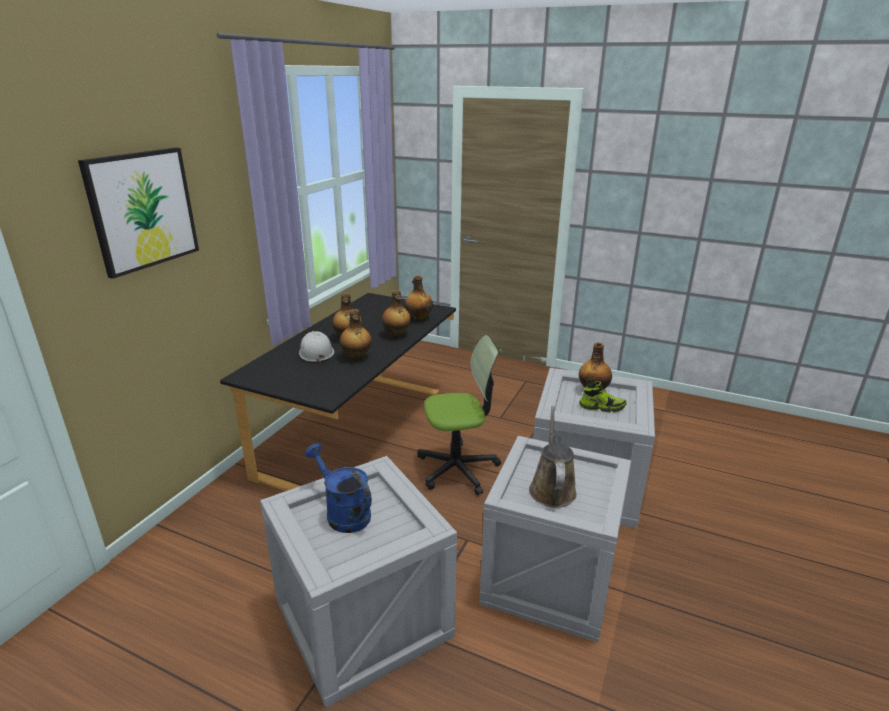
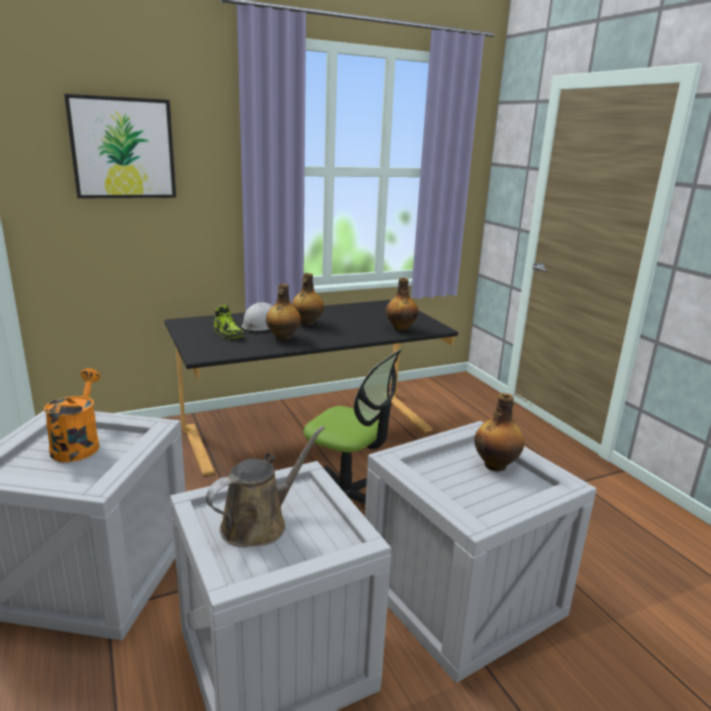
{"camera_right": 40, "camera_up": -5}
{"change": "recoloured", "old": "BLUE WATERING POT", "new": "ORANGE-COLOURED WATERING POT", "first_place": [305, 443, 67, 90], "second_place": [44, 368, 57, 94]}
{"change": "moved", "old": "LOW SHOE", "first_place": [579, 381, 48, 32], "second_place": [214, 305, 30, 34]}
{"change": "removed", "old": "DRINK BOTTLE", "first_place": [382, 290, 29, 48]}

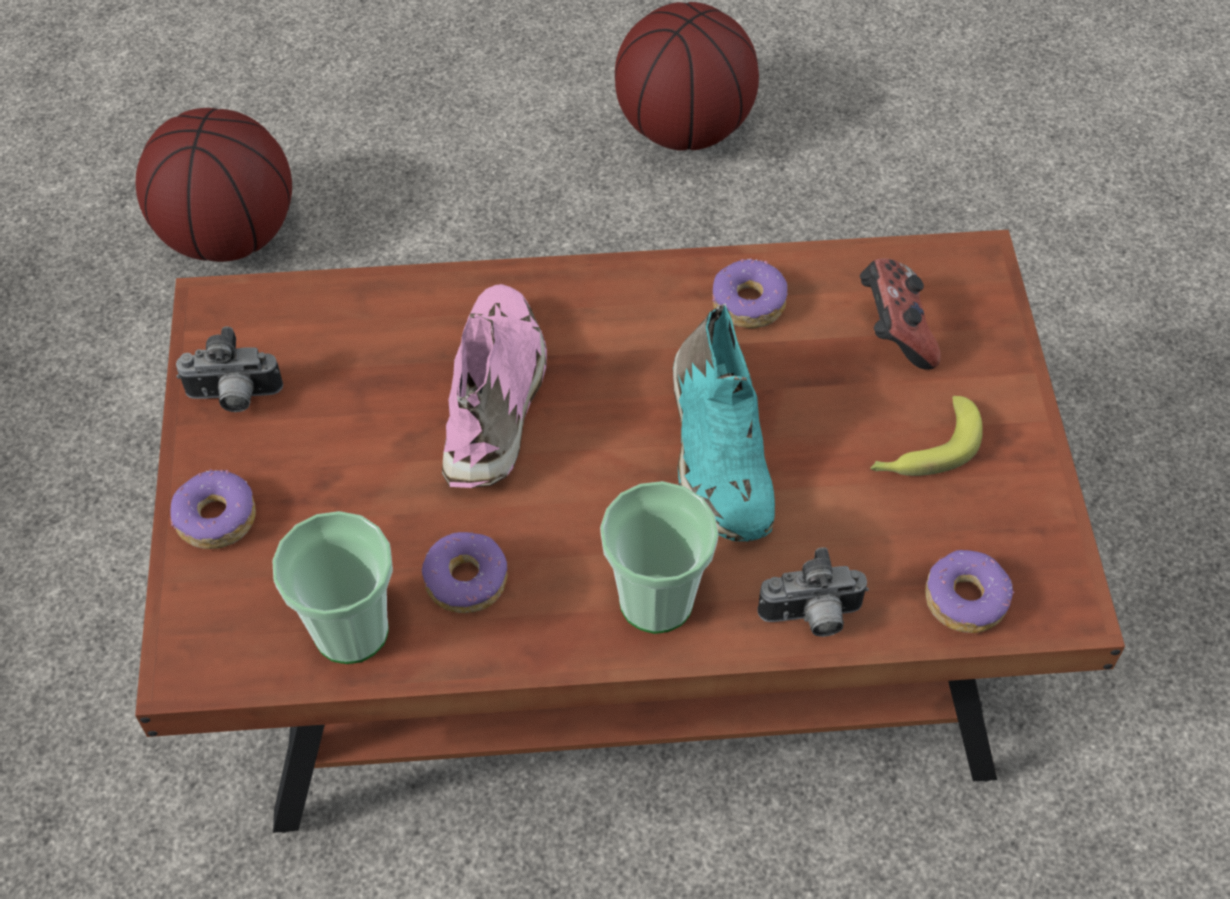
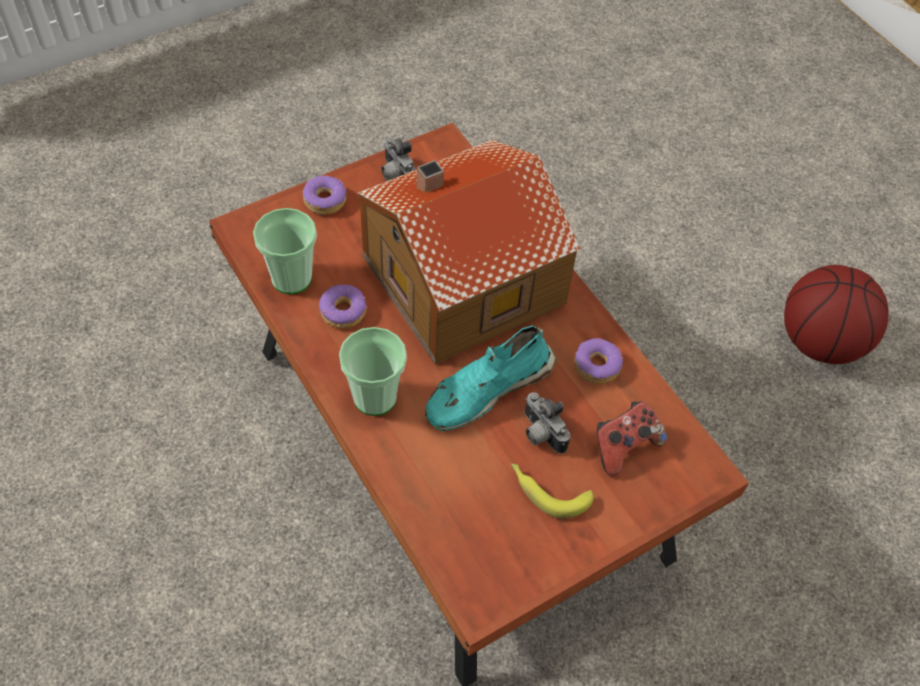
{"camera_right": 60, "camera_up": 0}
{"change": "replaced", "old": "PINK-COLOURED LOW SHOE", "new": "MINIATURE HOUSE", "first_place": [442, 284, 105, 204], "second_place": [358, 140, 222, 224]}
{"change": "moved", "old": "STILL CAMERA", "first_place": [757, 547, 112, 90], "second_place": [525, 392, 45, 62]}
{"change": "removed", "old": "BASKETBALL", "first_place": [136, 108, 156, 154]}
{"change": "removed", "old": "DONUT", "first_place": [925, 550, 90, 83]}

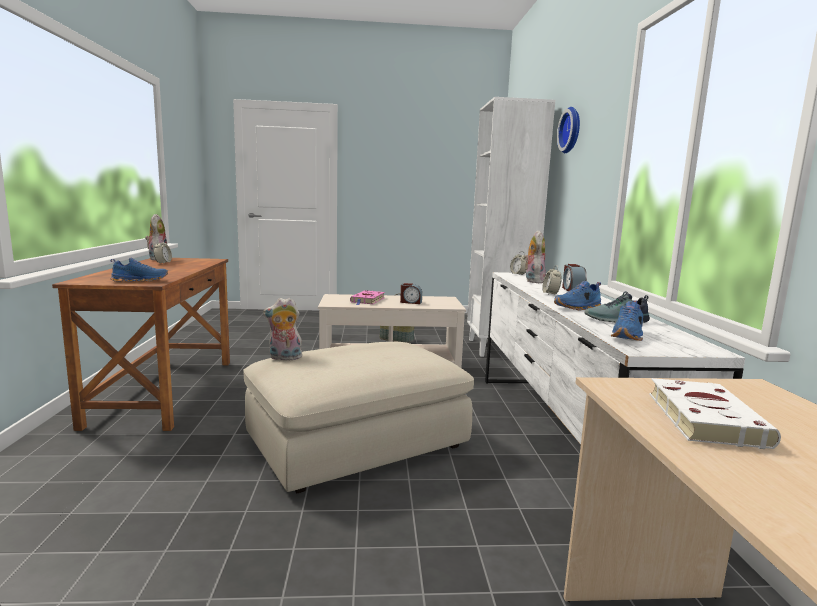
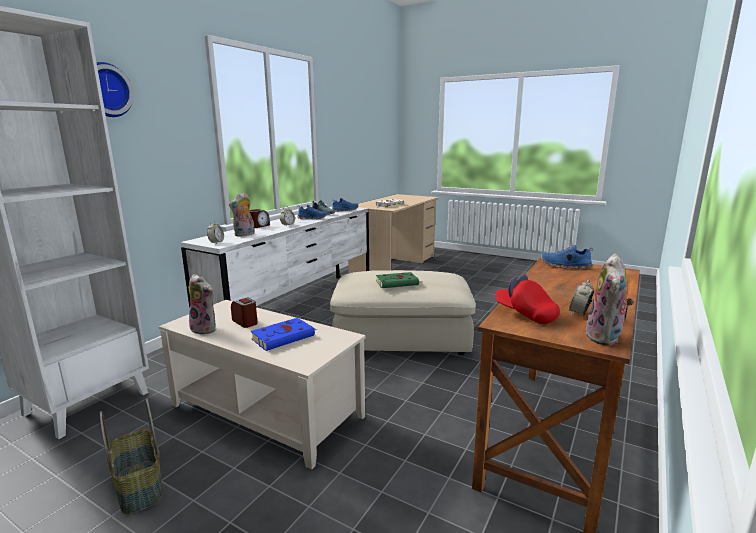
{"camera_right": -145, "camera_up": 5}
{"change": "moved", "old": "SOFT TOY", "first_place": [263, 298, 39, 62], "second_place": [189, 274, 27, 61]}
{"change": "recoloured", "old": "PINK-COLOURED VOLUME", "new": "BLUE VOLUME", "first_place": [350, 290, 35, 15], "second_place": [251, 318, 67, 33]}
{"change": "added", "new": "GREENISH VOLUME", "second_place": [376, 272, 46, 16]}
{"change": "added", "new": "REDDISH BASEBALL CAP", "second_place": [495, 274, 65, 50]}

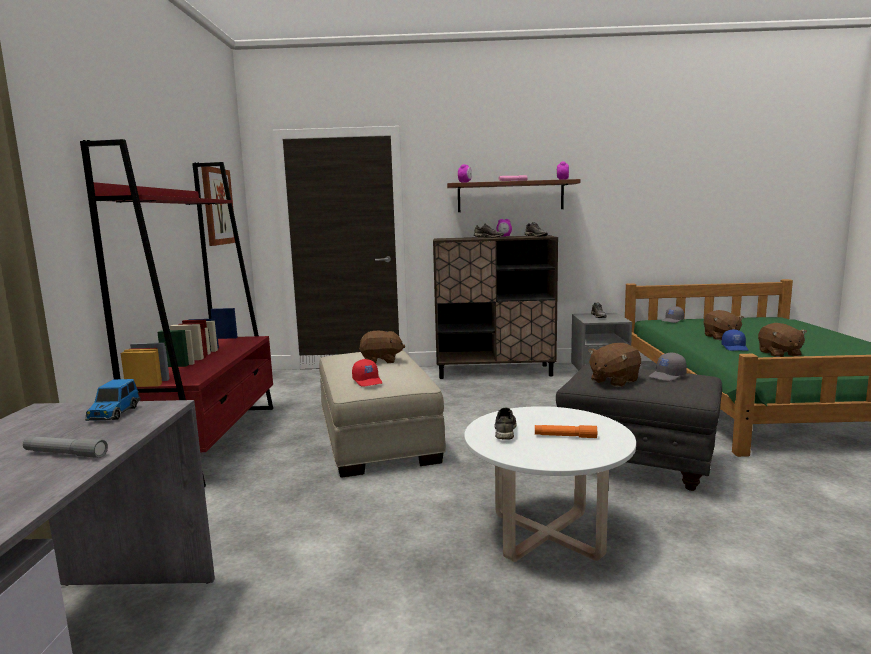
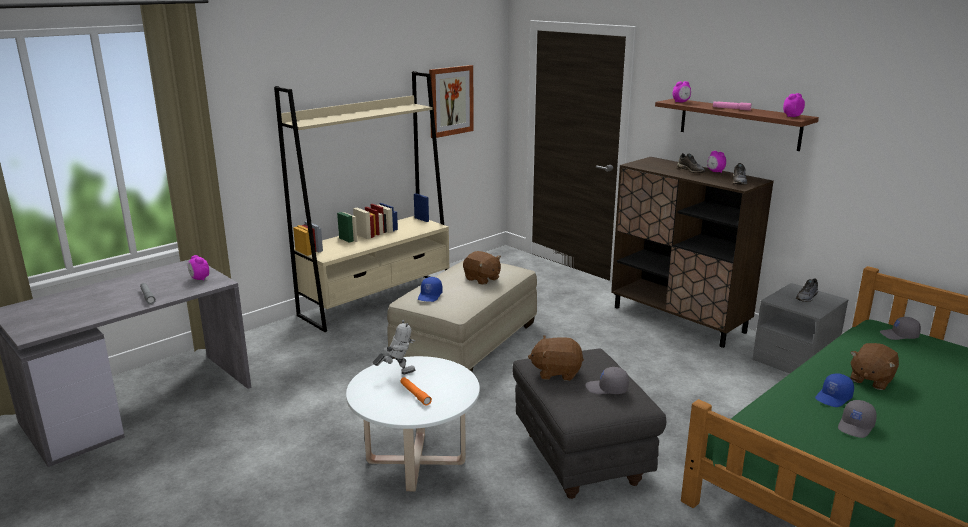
{"camera_right": 45, "camera_up": 10}
{"change": "replaced", "old": "MINIATURE CAR", "new": "TABLE CLOCK", "first_place": [85, 379, 56, 42], "second_place": [188, 255, 21, 26]}
{"change": "recoloured", "old": "REDDISH BOOKCASE", "new": "BEIGE BOOKCASE", "first_place": [80, 139, 193, 349], "second_place": [274, 71, 176, 261]}
{"change": "replaced", "old": "GRAY LOW SHOE", "new": "ROBOT FIGURE", "first_place": [494, 408, 23, 32], "second_place": [373, 320, 42, 54]}
{"change": "recoloured", "old": "REDDISH BASEBALL CAP", "new": "BLUE BASEBALL CAP", "first_place": [352, 359, 30, 28], "second_place": [418, 277, 25, 25]}
{"change": "replaced", "old": "BROWN-COLOURED SOFT TOY", "new": "GRAY BASEBALL CAP", "first_place": [758, 323, 49, 34], "second_place": [838, 400, 39, 38]}

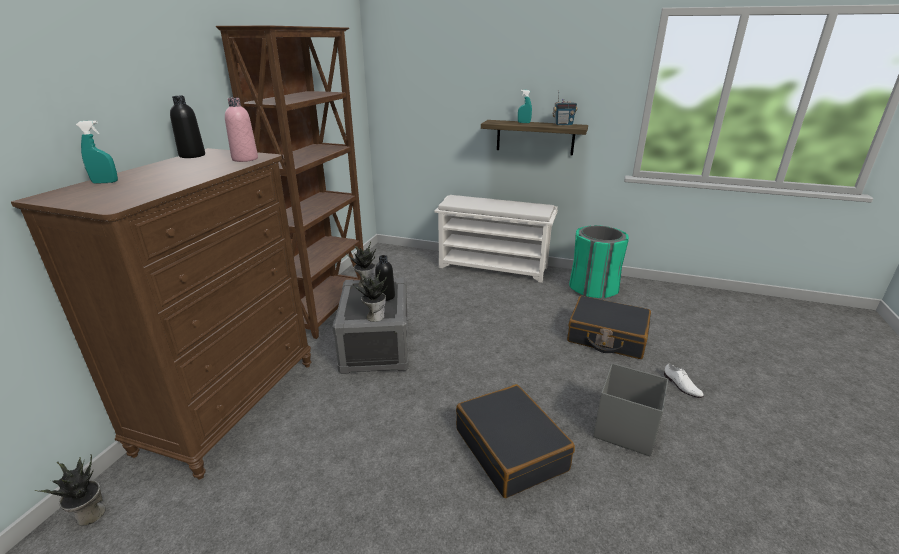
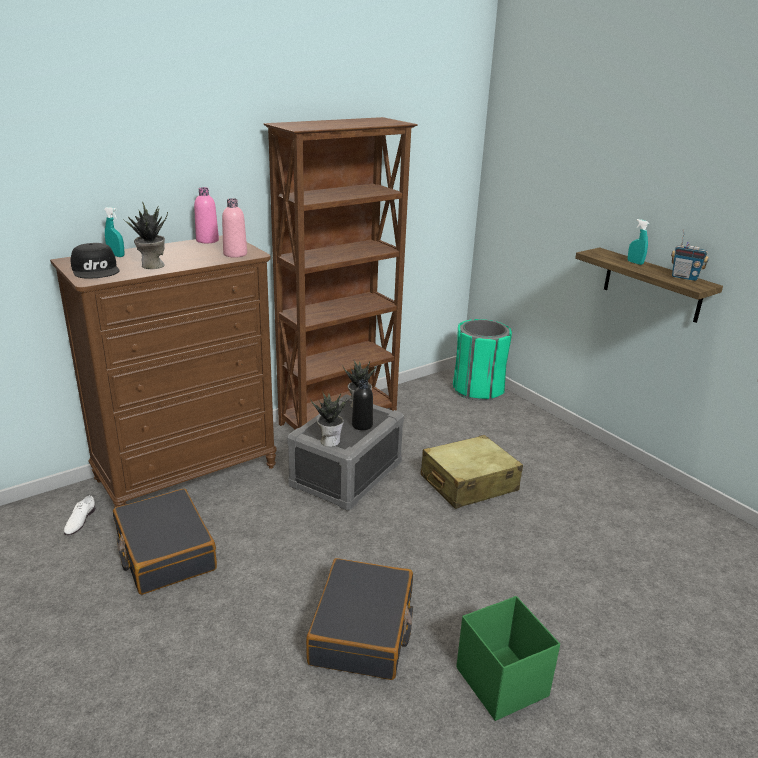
{"camera_right": 35, "camera_up": 0}
{"change": "moved", "old": "WHITISH LOW SHOE", "first_place": [664, 363, 40, 35], "second_place": [64, 495, 32, 40]}
{"change": "added", "new": "BLACK BASEBALL CAP", "second_place": [70, 243, 49, 36]}
{"change": "moved", "old": "BLACK TRAVEL CASE", "first_place": [567, 296, 84, 63], "second_place": [113, 489, 104, 106]}
{"change": "moved", "old": "PLANT IN A POT", "first_place": [34, 454, 72, 72], "second_place": [122, 202, 46, 67]}
{"change": "recoloured", "old": "BLACK DRINK BOTTLE", "new": "PINK-COLOURED DRINK BOTTLE", "first_place": [170, 96, 35, 62], "second_place": [194, 187, 25, 56]}
{"change": "added", "new": "BEIGE TRAVEL CASE", "second_place": [420, 435, 103, 74]}
{"change": "moved", "old": "GREENISH RUBBISH BIN", "first_place": [569, 225, 60, 75], "second_place": [453, 319, 59, 82]}
{"change": "recoloured", "old": "GRAY STORAGE BIN", "new": "GREENISH STORAGE BIN", "first_place": [593, 363, 75, 94], "second_place": [456, 596, 104, 125]}
{"change": "removed", "old": "WHITISH SHOE RACK", "first_place": [434, 195, 124, 88]}

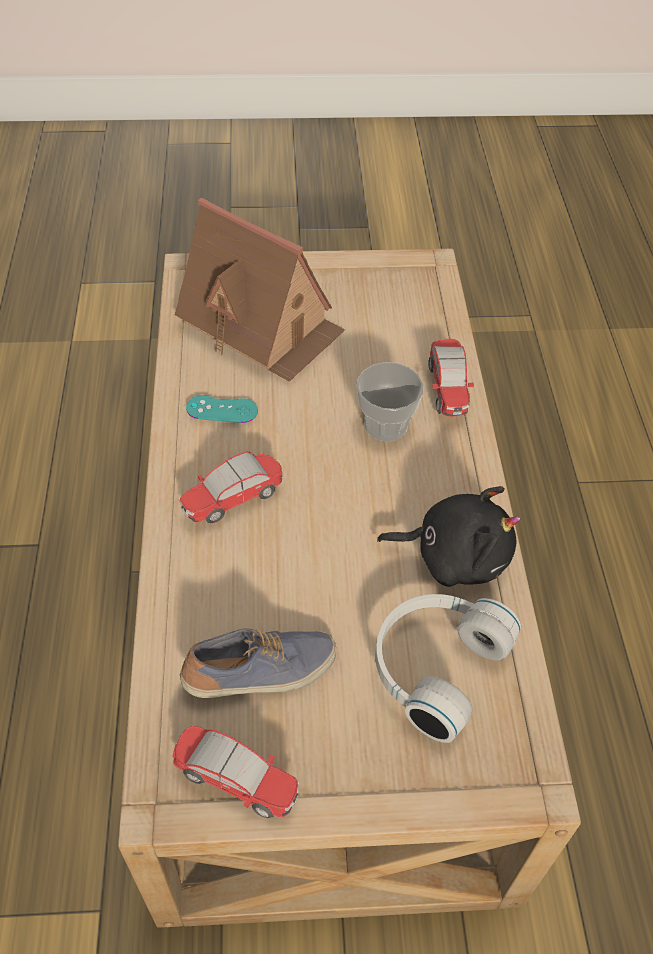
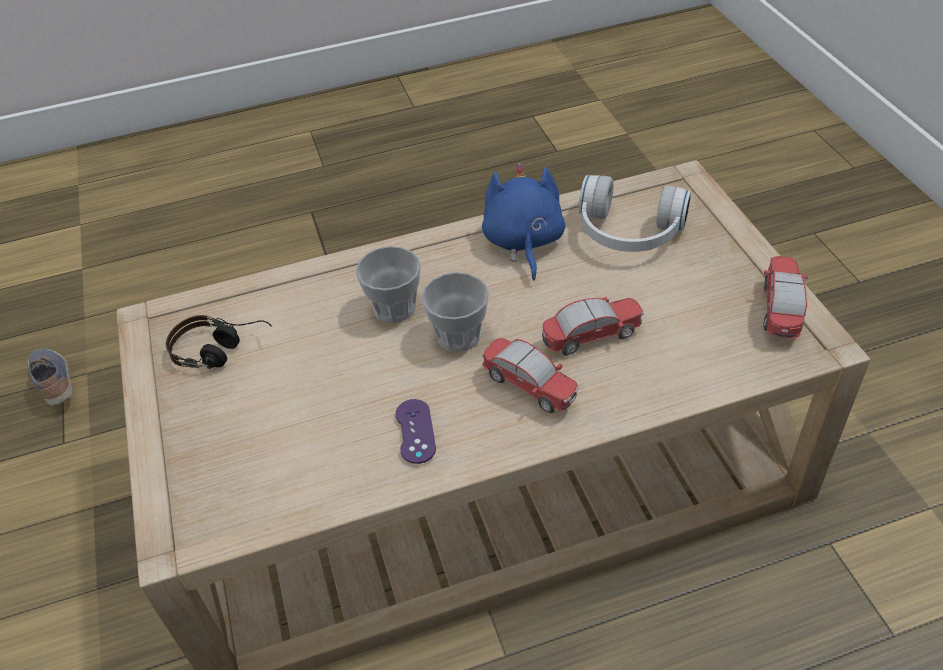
{"camera_right": -100, "camera_up": -5}
{"change": "moved", "old": "LOW SHOE", "first_place": [180, 628, 156, 70], "second_place": [28, 348, 45, 58]}
{"change": "added", "new": "HEADSET", "second_place": [166, 315, 107, 54]}
{"change": "recoloured", "old": "TURQUOISE-COLOURED GAME CONTROLLER", "new": "PURPLE-COLOURED GAME CONTROLLER", "first_place": [186, 395, 72, 28], "second_place": [396, 399, 40, 65]}
{"change": "added", "new": "CUP", "second_place": [421, 272, 68, 80]}
{"change": "recoloured", "old": "BLACK SOFT TOY", "new": "BLUE SOFT TOY", "first_place": [377, 486, 143, 101], "second_place": [482, 163, 83, 117]}
{"change": "moved", "old": "MINIATURE CAR", "first_place": [428, 338, 46, 79], "second_place": [542, 297, 102, 59]}
{"change": "removed", "old": "MINIATURE HOUSE", "first_place": [175, 198, 170, 184]}

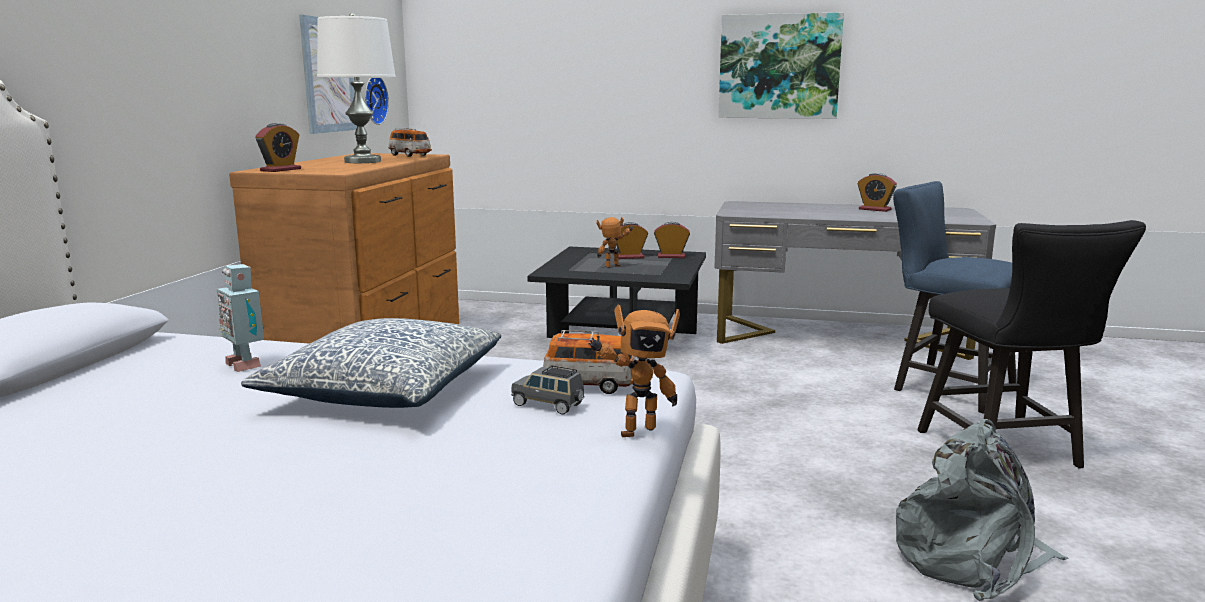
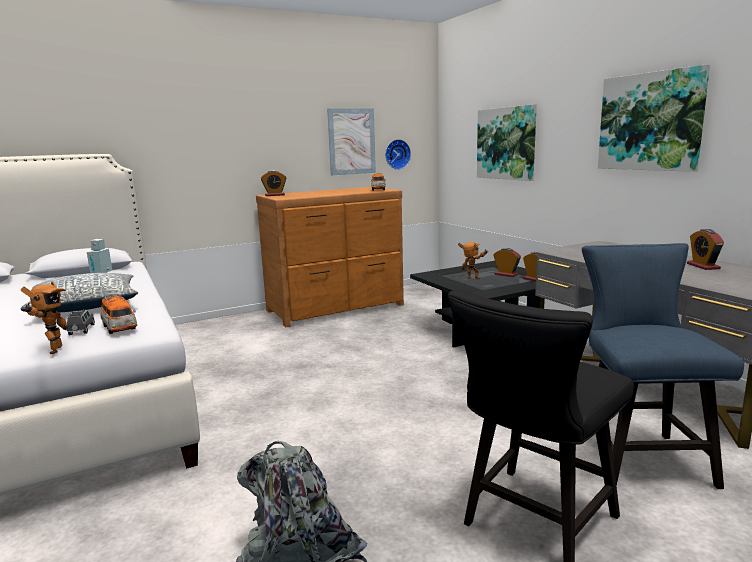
{"camera_right": 50, "camera_up": 0}
{"change": "turned", "old": "ROBOT FIGURE", "first_place": [588, 305, 92, 132], "second_place": [21, 281, 47, 73], "degrees": -120}
{"change": "added", "new": "WALL ART", "second_place": [477, 104, 60, 77]}
{"change": "removed", "old": "WHITISH TABLETOP LAMP", "first_place": [317, 13, 79, 150]}

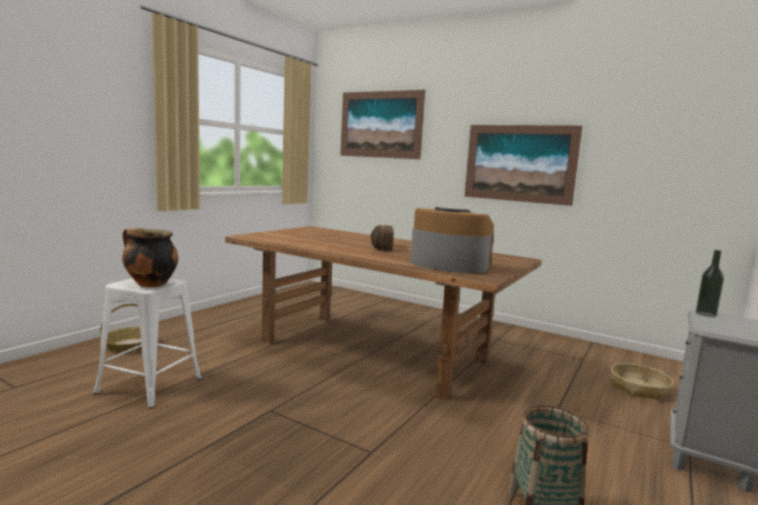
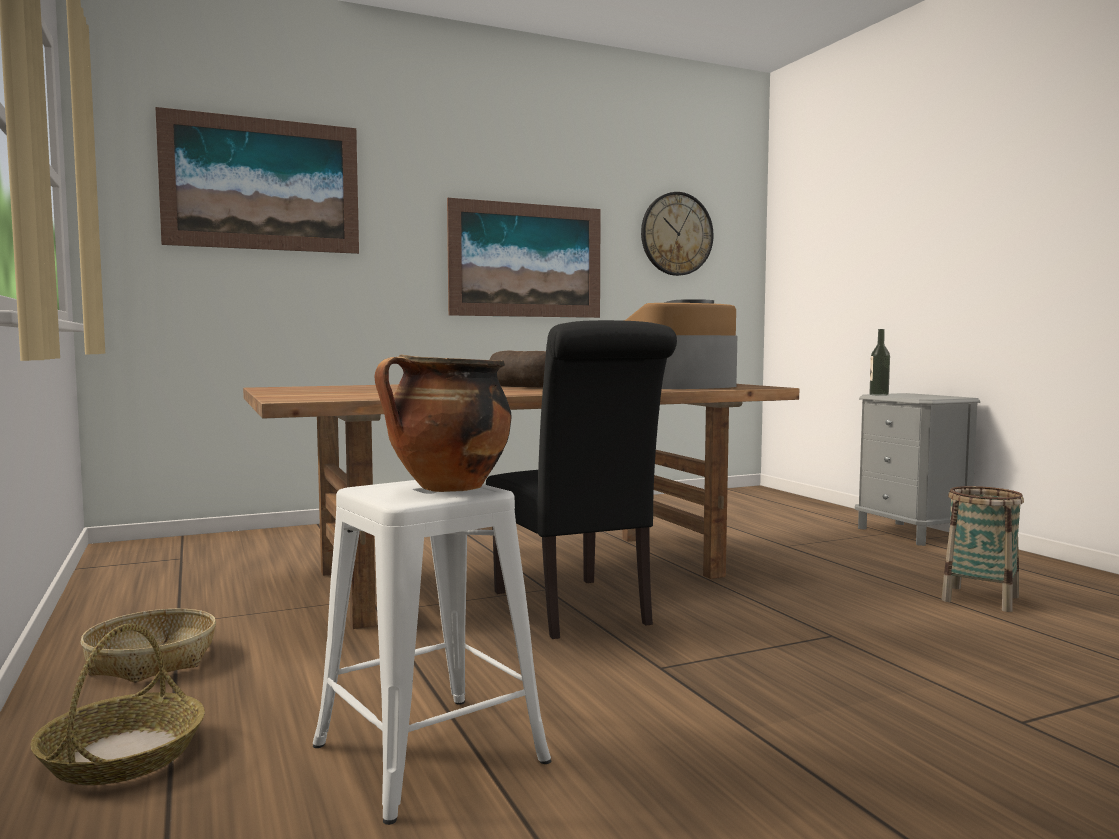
{"camera_right": -55, "camera_up": -5}
{"change": "moved", "old": "STORAGE BASKET", "first_place": [611, 363, 63, 38], "second_place": [80, 609, 136, 74]}
{"change": "added", "new": "BLACK PLAIN CHAIR", "second_place": [486, 320, 191, 319]}
{"change": "added", "new": "WALL CLOCK", "second_place": [641, 192, 72, 84]}

